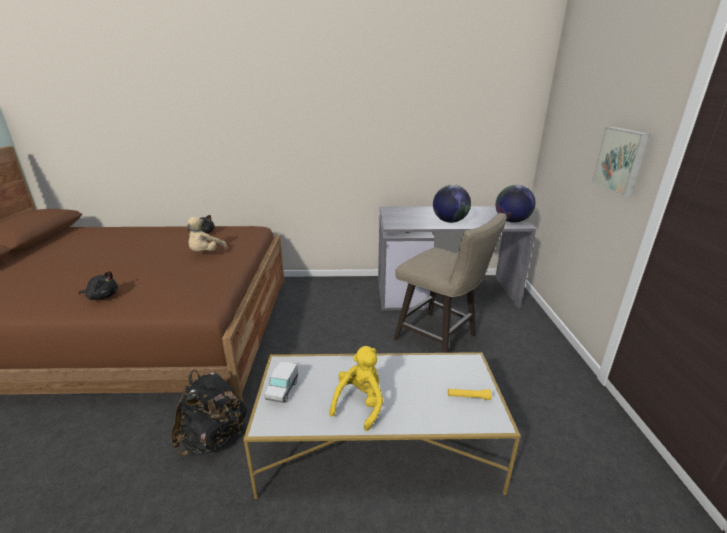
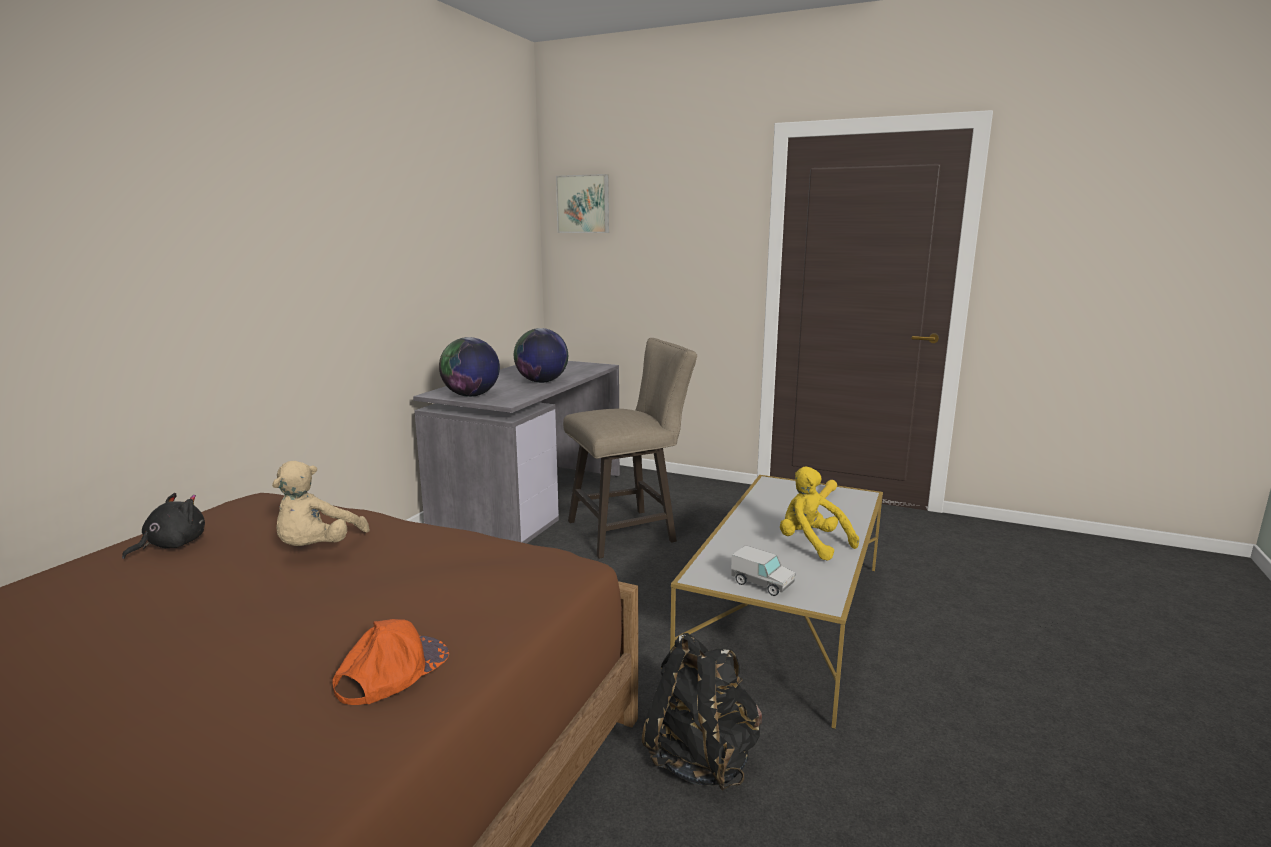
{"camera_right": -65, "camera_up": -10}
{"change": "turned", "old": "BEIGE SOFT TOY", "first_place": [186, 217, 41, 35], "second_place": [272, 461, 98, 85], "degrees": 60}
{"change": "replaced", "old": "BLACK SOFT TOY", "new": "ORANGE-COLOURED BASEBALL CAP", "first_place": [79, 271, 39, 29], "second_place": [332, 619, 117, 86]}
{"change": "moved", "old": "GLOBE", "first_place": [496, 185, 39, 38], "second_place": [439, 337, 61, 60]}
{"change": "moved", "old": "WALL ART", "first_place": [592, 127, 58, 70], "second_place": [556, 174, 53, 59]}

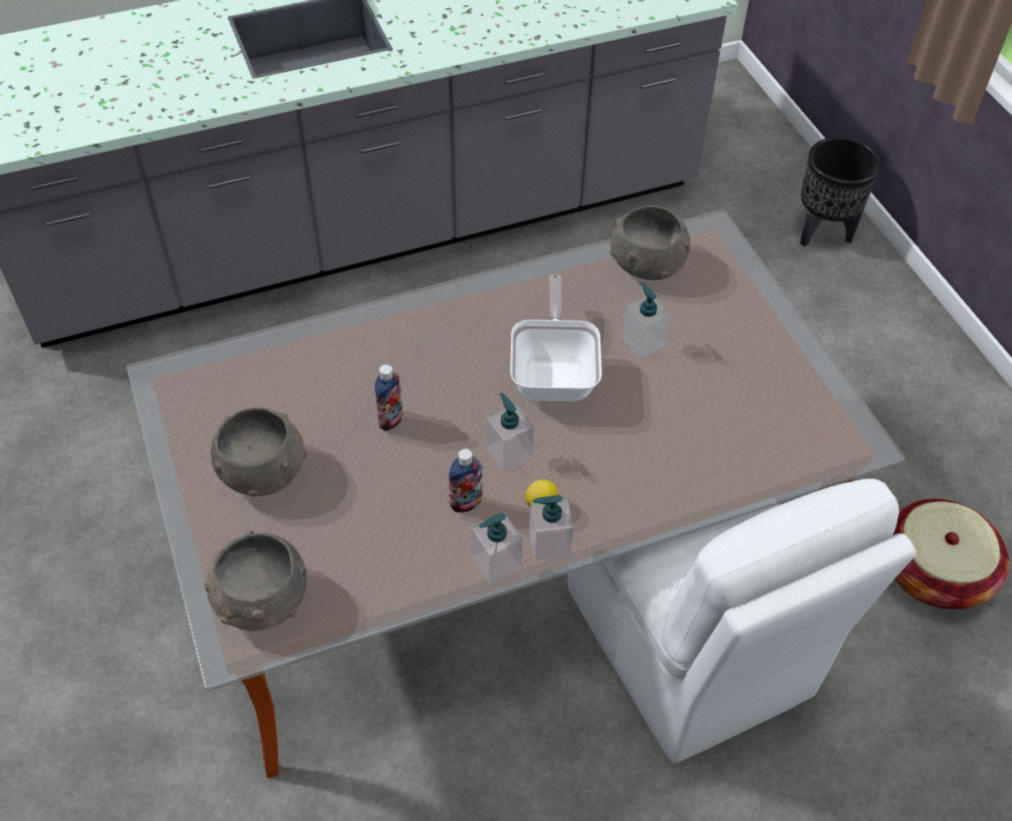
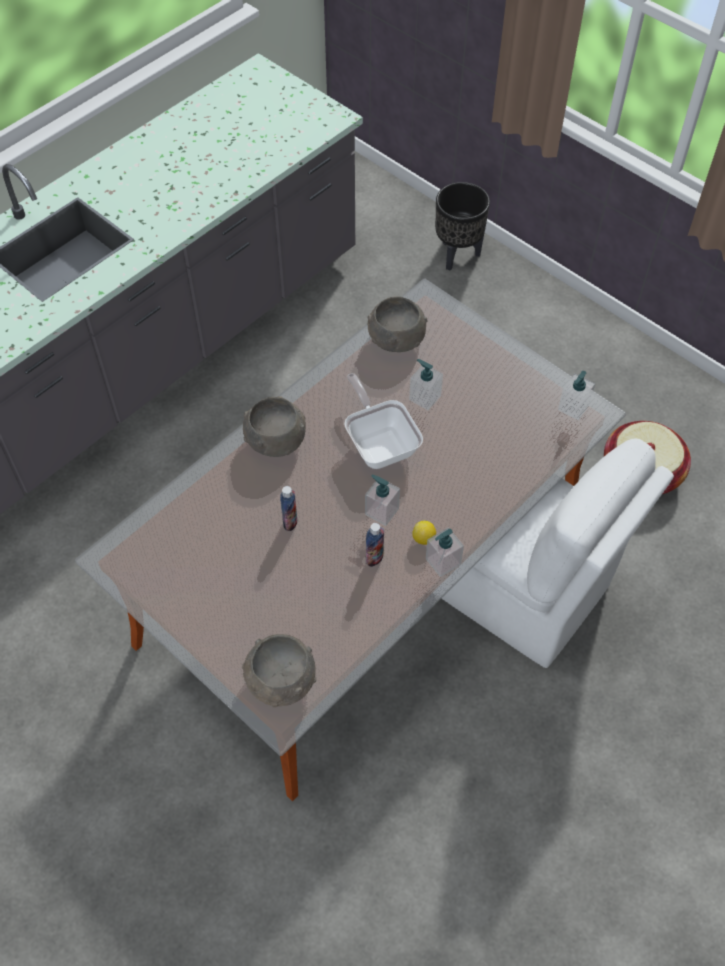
{"camera_right": -25, "camera_up": 5}
{"change": "moved", "old": "GRAY DEEP DISH", "first_place": [211, 407, 96, 90], "second_place": [243, 396, 63, 61]}
{"change": "moved", "old": "SOAP DISPENSER", "first_place": [472, 512, 51, 72], "second_place": [558, 371, 37, 49]}

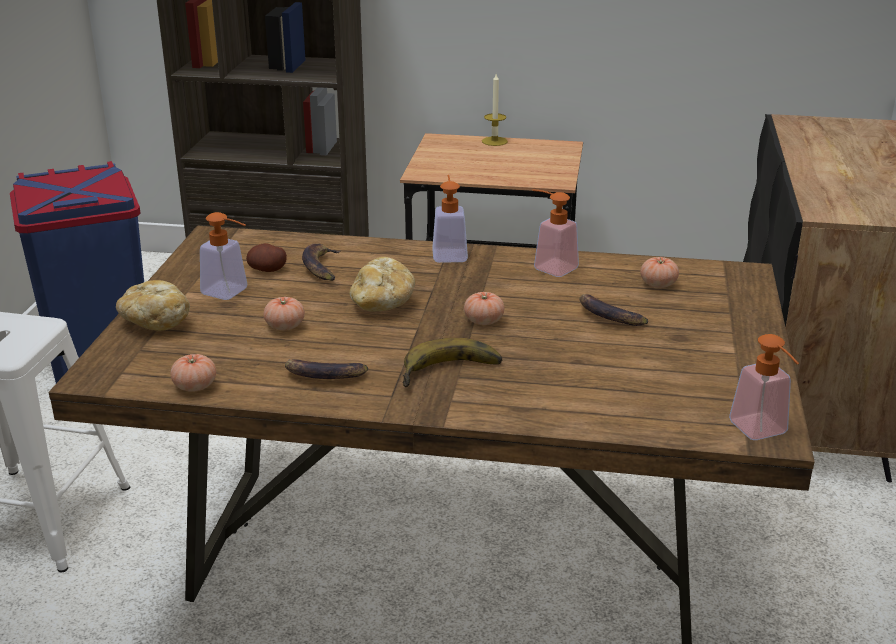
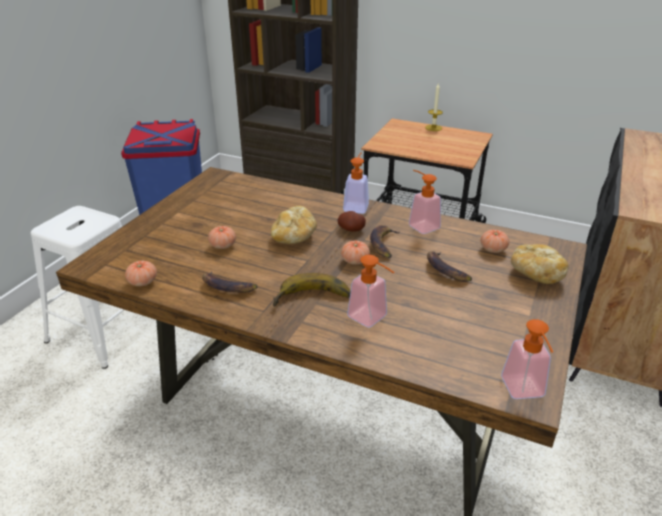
{"camera_right": 15, "camera_up": 5}
{"change": "moved", "old": "SPUD", "first_place": [246, 243, 41, 29], "second_place": [338, 211, 28, 21]}
{"change": "moved", "old": "SOAP DISPENSER", "first_place": [200, 212, 48, 88], "second_place": [347, 255, 48, 73]}
{"change": "moved", "old": "BANANA FRUIT", "first_place": [302, 243, 39, 38], "second_place": [370, 225, 29, 33]}
{"change": "moved", "old": "BAKED BREAD", "first_place": [116, 280, 74, 51], "second_place": [511, 244, 58, 40]}

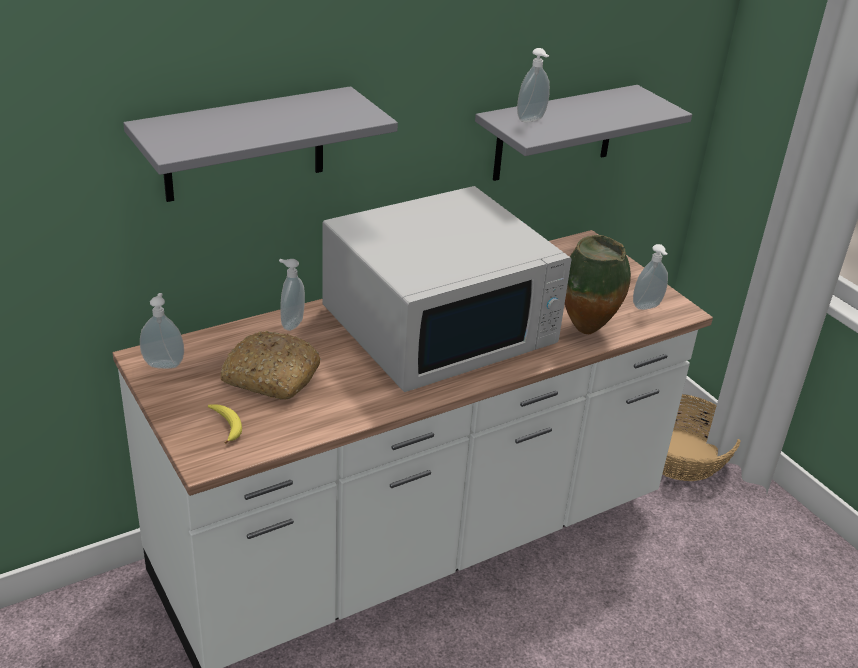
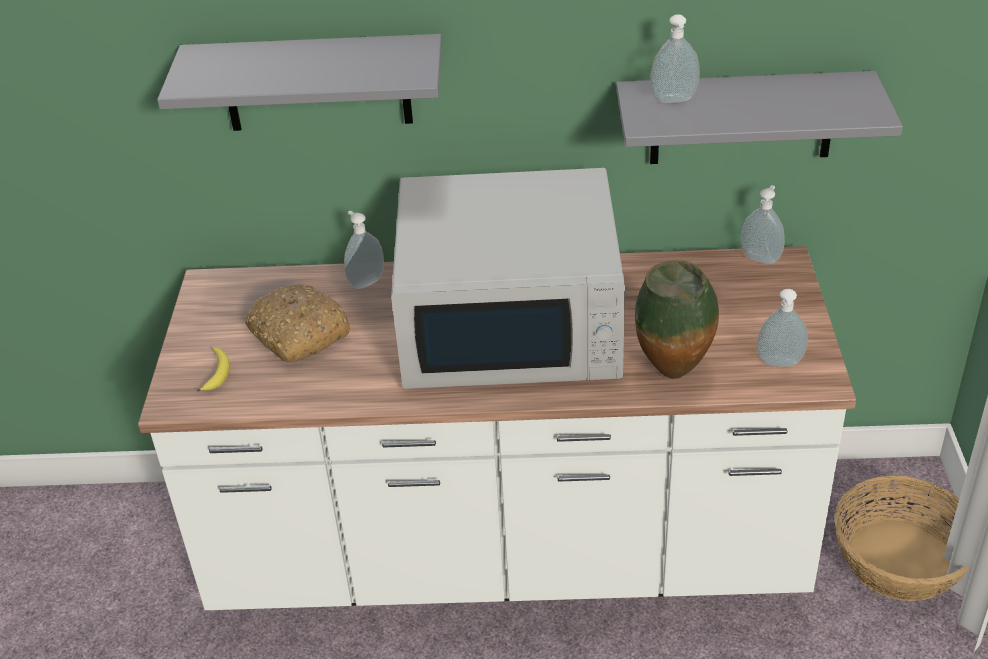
{"camera_right": 35, "camera_up": 5}
{"change": "moved", "old": "SOAP DISPENSER", "first_place": [140, 293, 44, 76], "second_place": [741, 185, 44, 79]}

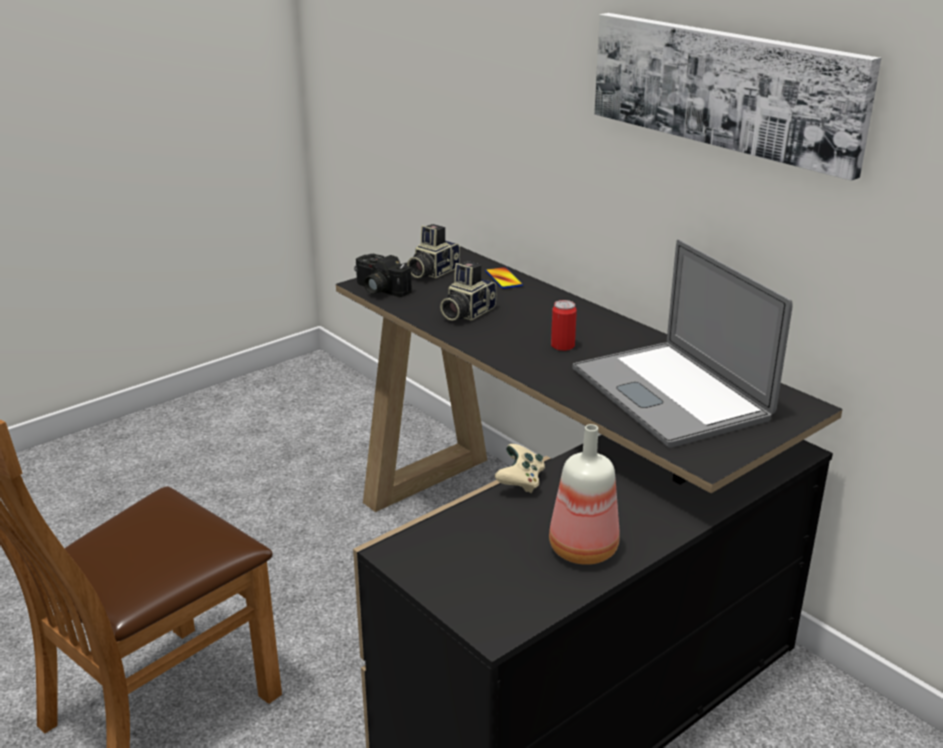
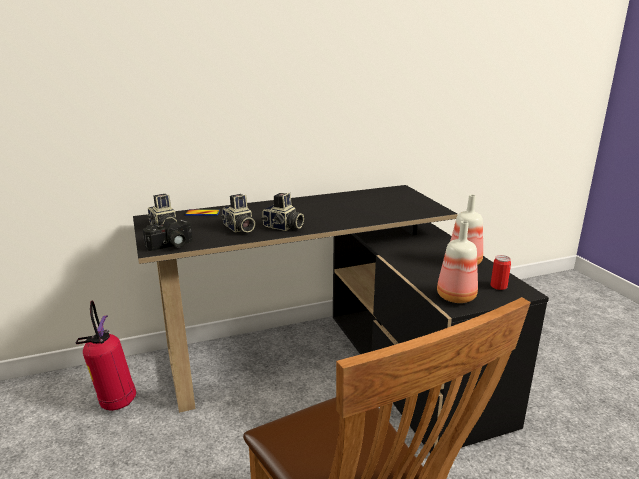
{"camera_right": -70, "camera_up": -5}
{"change": "added", "new": "FIRE-FIGHTING CYLINDER", "second_place": [76, 300, 60, 111]}
{"change": "added", "new": "STILL CAMERA", "second_place": [261, 192, 43, 39]}
{"change": "added", "new": "DRINK BOTTLE", "second_place": [437, 221, 41, 82]}
{"change": "moved", "old": "METAL CAN", "first_place": [551, 300, 26, 51], "second_place": [490, 255, 21, 35]}
{"change": "removed", "old": "BEIGE GAME CONTROLLER", "first_place": [495, 444, 50, 49]}
{"change": "removed", "old": "NOTEBOOK COMPUTER", "first_place": [572, 239, 221, 208]}
{"change": "removed", "old": "WALL ART", "first_place": [594, 13, 287, 168]}

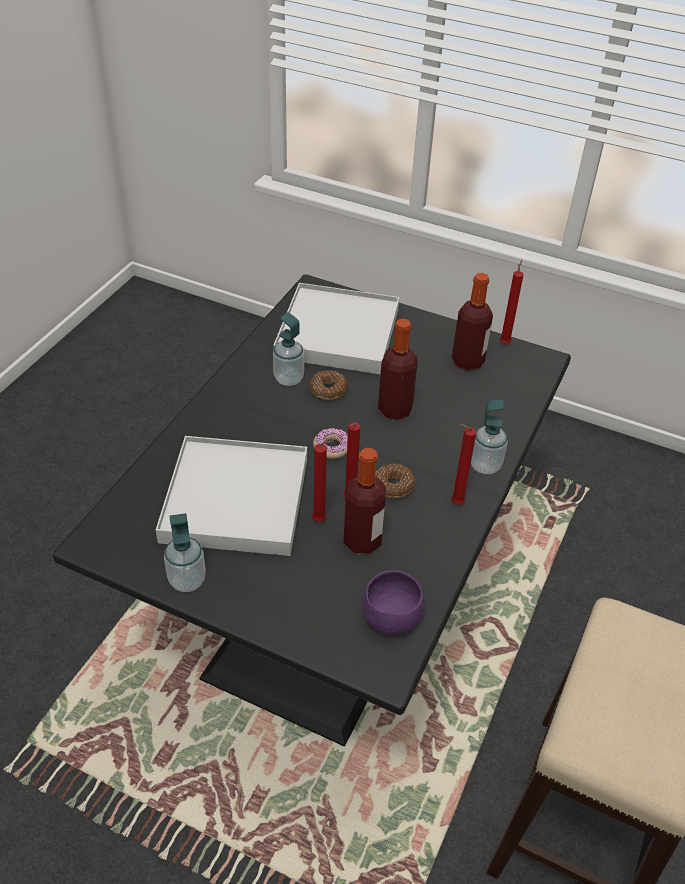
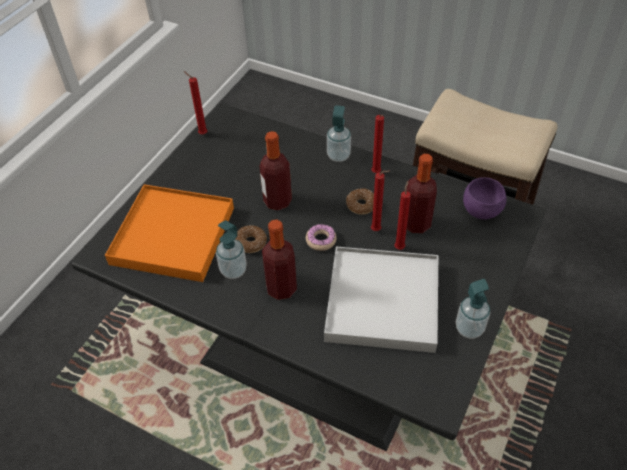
{"camera_right": -85, "camera_up": 5}
{"change": "recoloured", "old": "WHITISH TRAY", "new": "ORANGE-COLOURED TRAY", "first_place": [274, 283, 125, 92], "second_place": [105, 184, 129, 98]}
{"change": "moved", "old": "DRINK BOTTLE", "first_place": [452, 273, 41, 98], "second_place": [262, 220, 35, 80]}

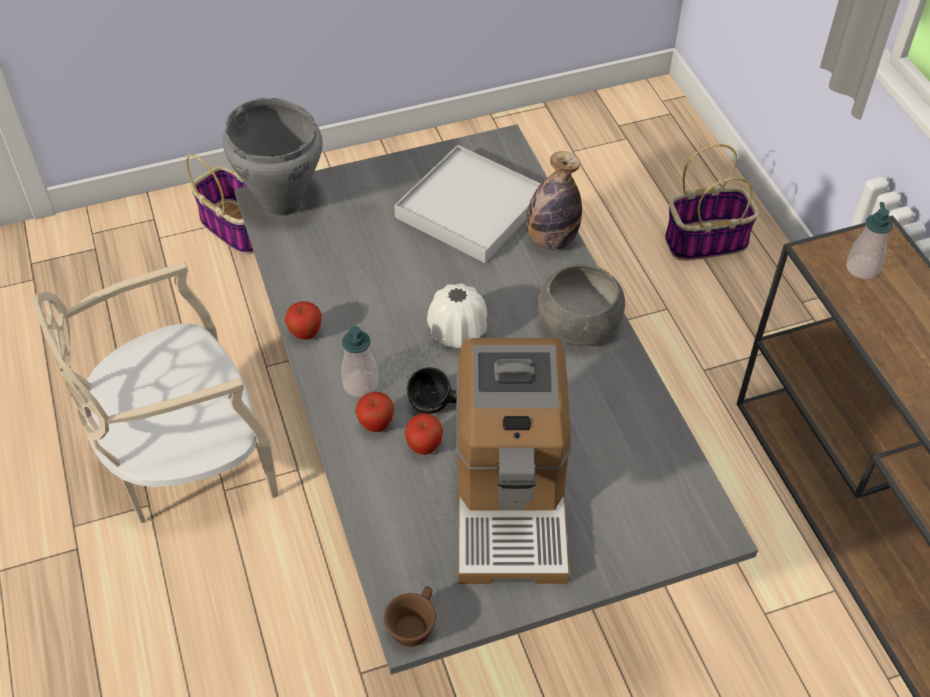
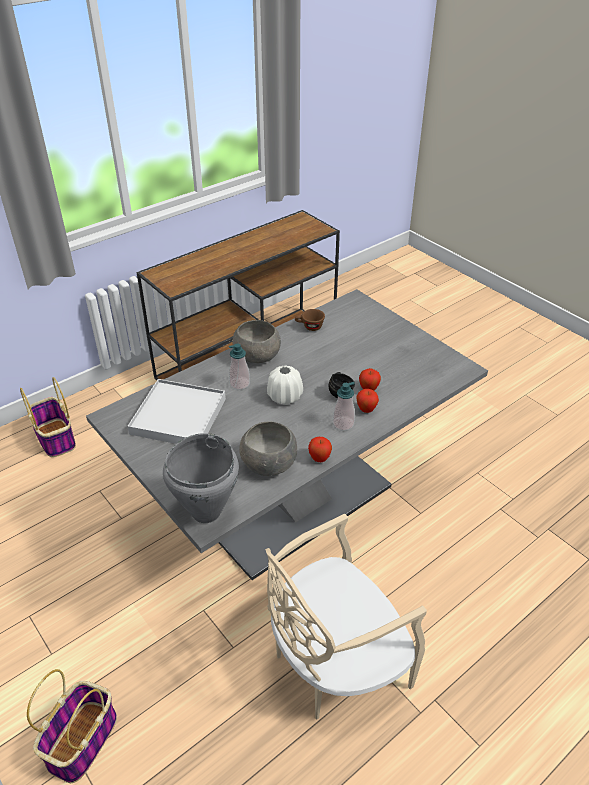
{"camera_right": -110, "camera_up": -10}
{"change": "moved", "old": "SOAP DISPENSER", "first_place": [846, 202, 47, 77], "second_place": [229, 344, 21, 46]}
{"change": "added", "new": "GRAY DEEP DISH", "second_place": [239, 422, 58, 54]}
{"change": "turned", "old": "BEIGE PLAIN CHAIR", "first_place": [33, 262, 246, 261], "second_place": [265, 514, 162, 205], "degrees": 105}
{"change": "moved", "old": "BROWN-COLOURED CUP", "first_place": [384, 586, 52, 61], "second_place": [295, 309, 30, 22]}
{"change": "removed", "old": "COFFEE MACHINE", "first_place": [456, 338, 116, 246]}
{"change": "removed", "old": "DRINK BOTTLE", "first_place": [527, 151, 55, 99]}

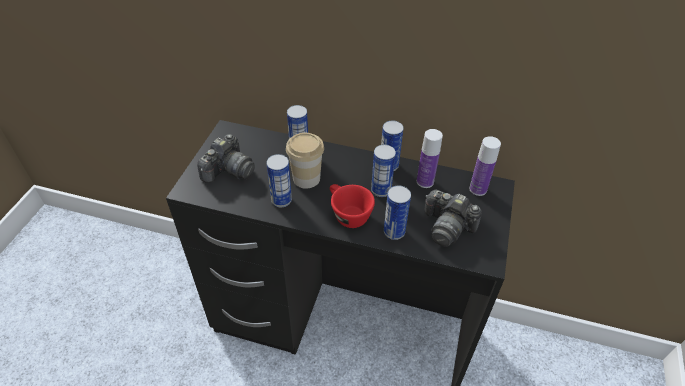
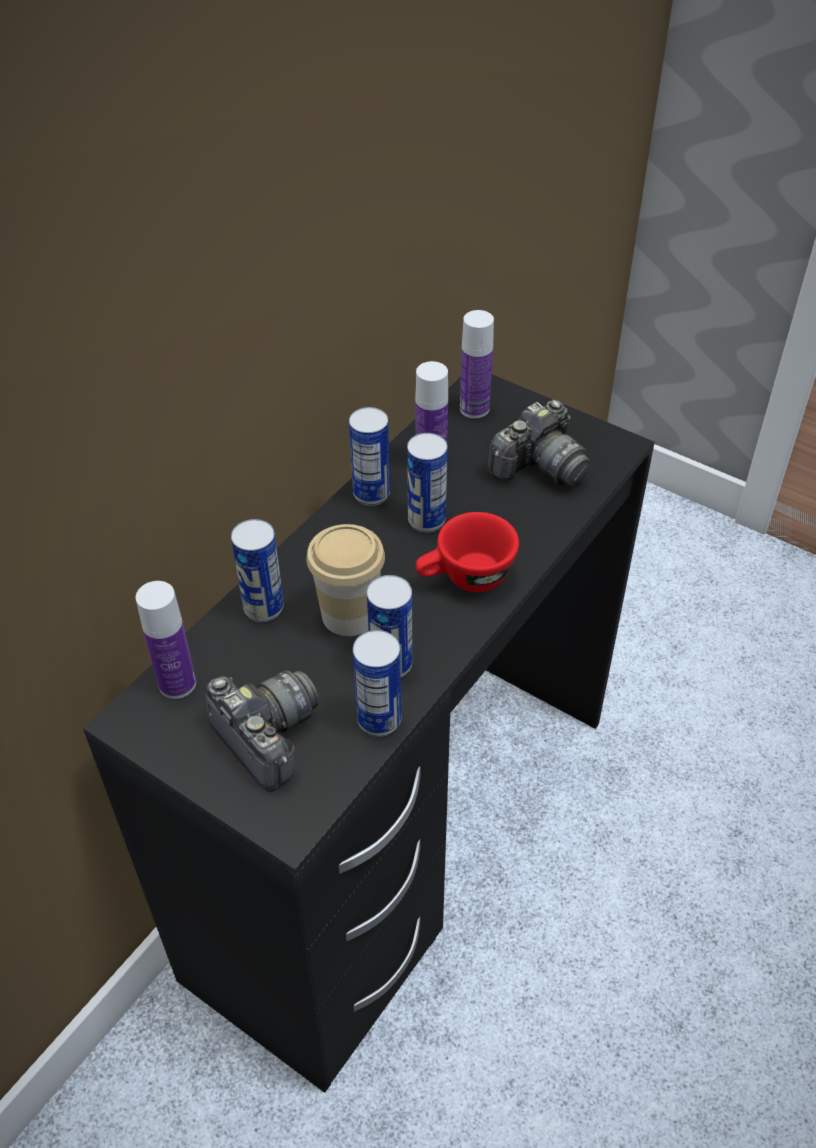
{"camera_right": -70, "camera_up": 0}
{"change": "added", "new": "DRINK BOTTLE", "second_place": [136, 581, 60, 118]}
{"change": "moved", "old": "METAL CAN", "first_place": [384, 186, 27, 54], "second_place": [353, 630, 48, 107]}

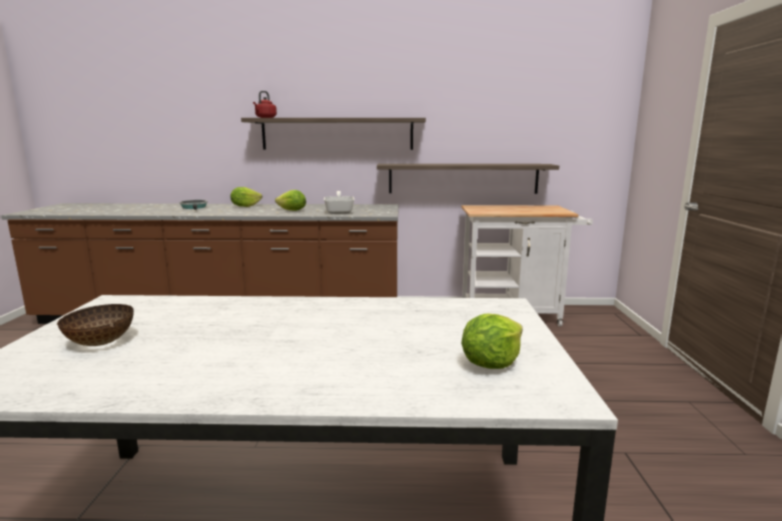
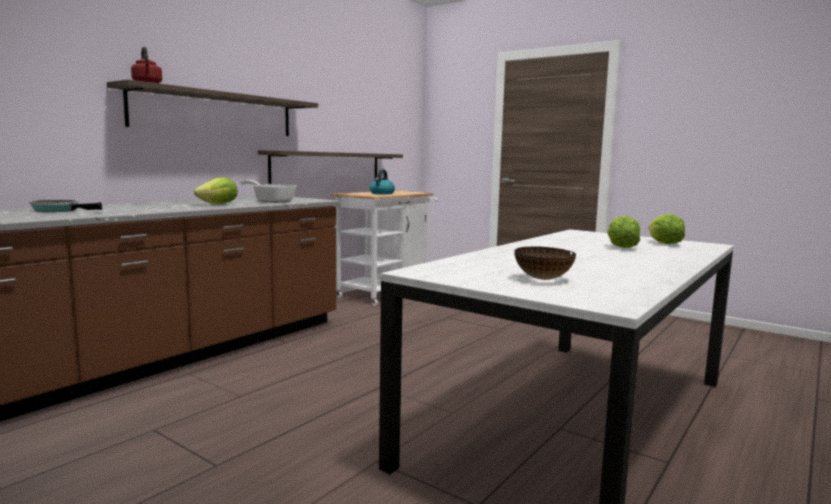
{"camera_right": -55, "camera_up": -5}
{"change": "added", "new": "TEA KETTLE", "second_place": [370, 169, 25, 25]}
{"change": "moved", "old": "HEAD OF LETTUCE", "first_place": [230, 187, 32, 20], "second_place": [607, 216, 33, 32]}

